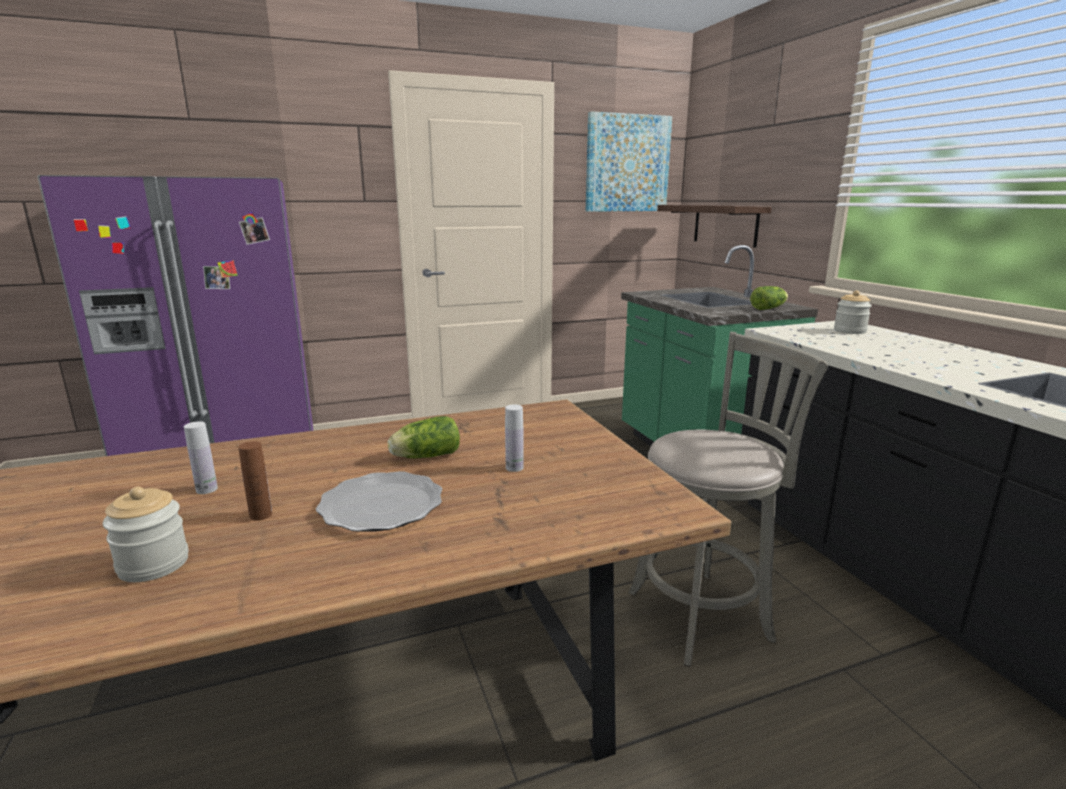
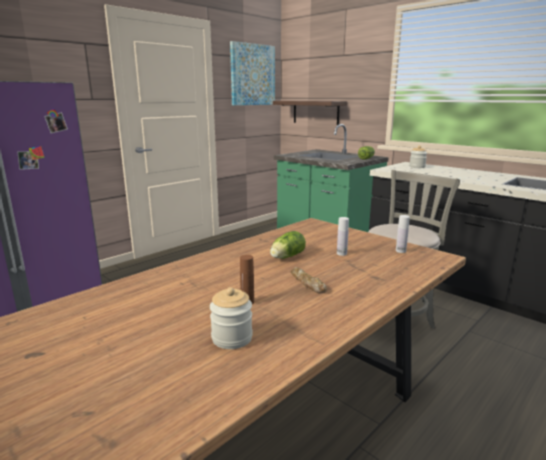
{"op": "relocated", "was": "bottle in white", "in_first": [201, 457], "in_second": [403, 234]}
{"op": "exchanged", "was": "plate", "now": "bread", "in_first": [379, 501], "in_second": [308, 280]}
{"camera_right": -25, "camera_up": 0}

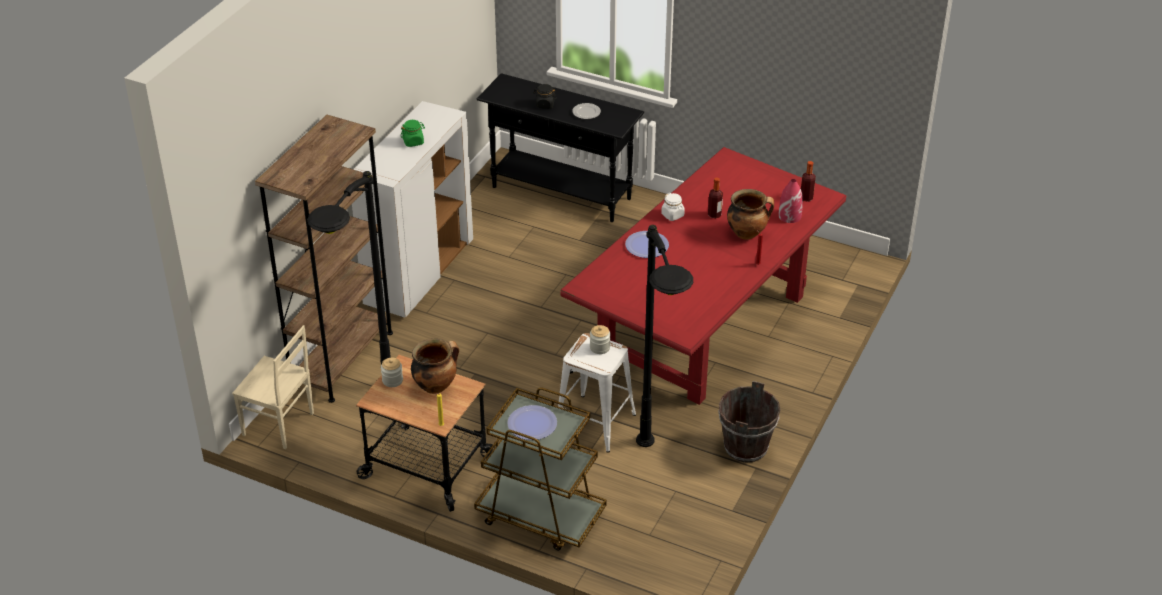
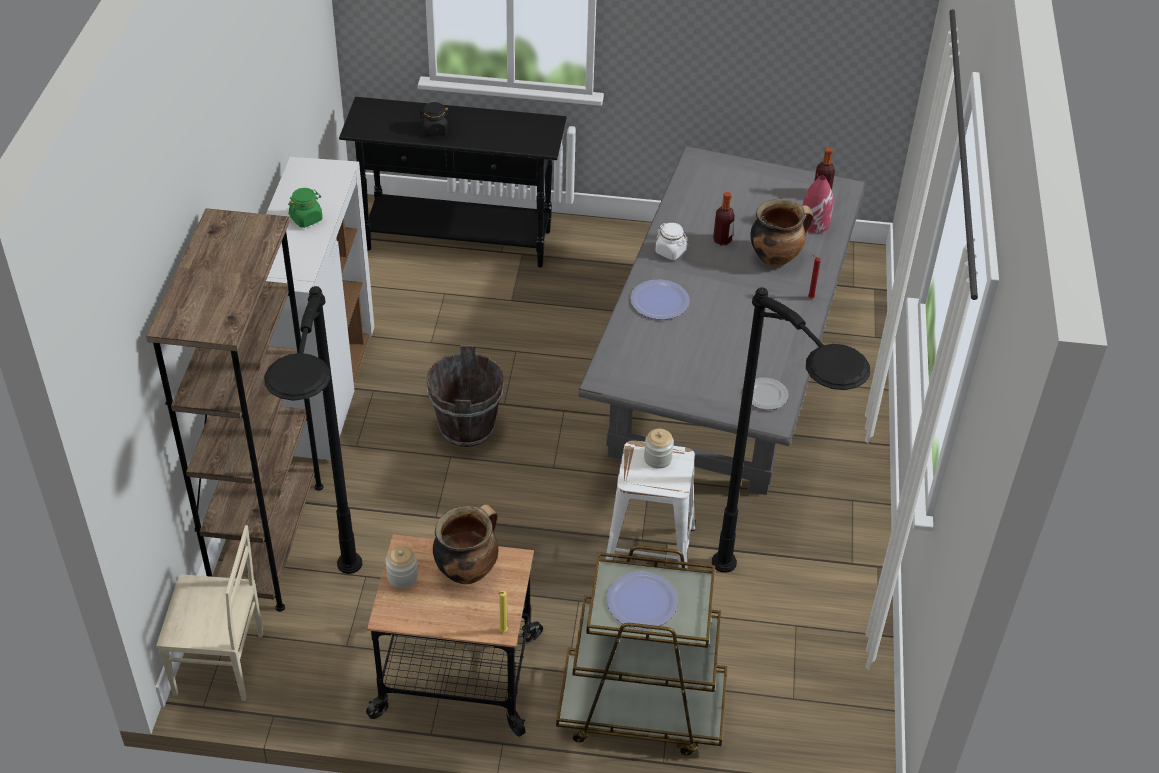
{"op": "relocated", "was": "plate", "in_first": [586, 111], "in_second": [770, 393]}
{"op": "relocated", "was": "bucket in brown", "in_first": [749, 421], "in_second": [465, 396]}
{"op": "colour", "was": "dining table in red", "now": "dining table in grey", "in_first": [703, 276], "in_second": [722, 320]}
{"camera_right": -20, "camera_up": 5}

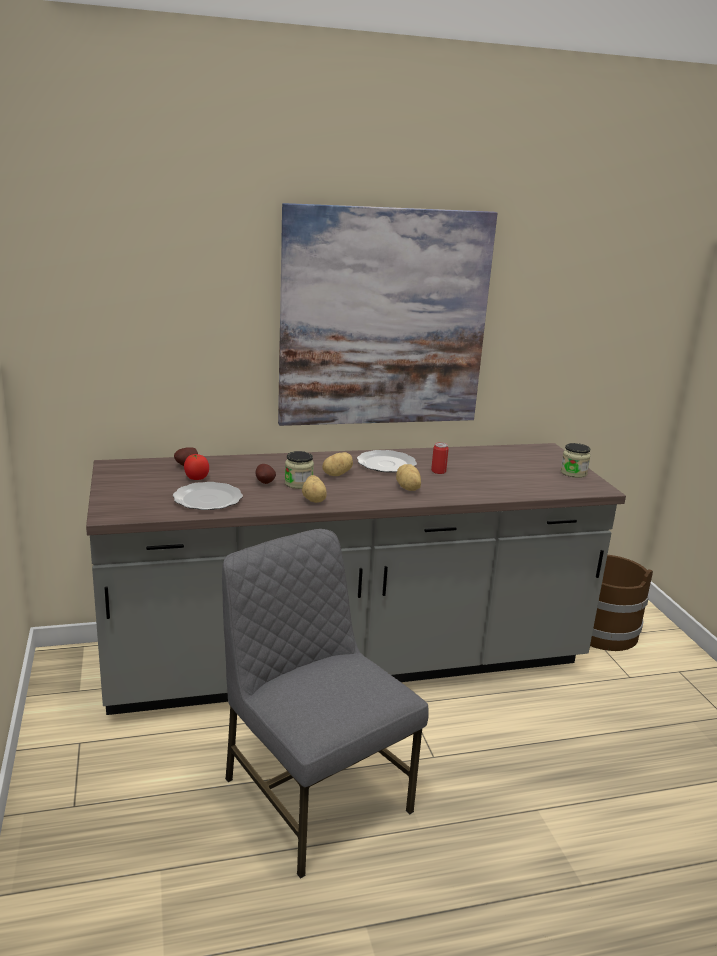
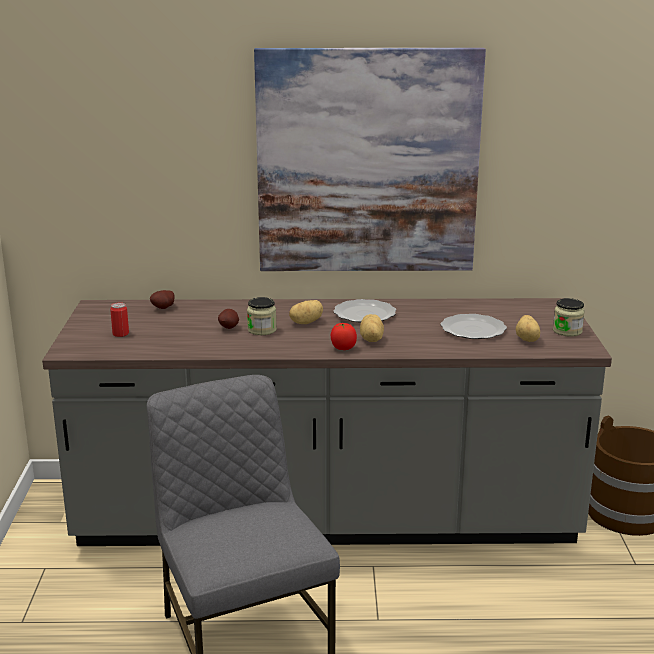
{"op": "relocated", "was": "plate", "in_first": [208, 496], "in_second": [474, 326]}
{"op": "relocated", "was": "tomato", "in_first": [196, 467], "in_second": [344, 336]}
{"op": "relocated", "was": "potato", "in_first": [314, 489], "in_second": [528, 328]}
{"op": "relocated", "was": "can", "in_first": [440, 458], "in_second": [119, 319]}
{"camera_right": 15, "camera_up": 0}

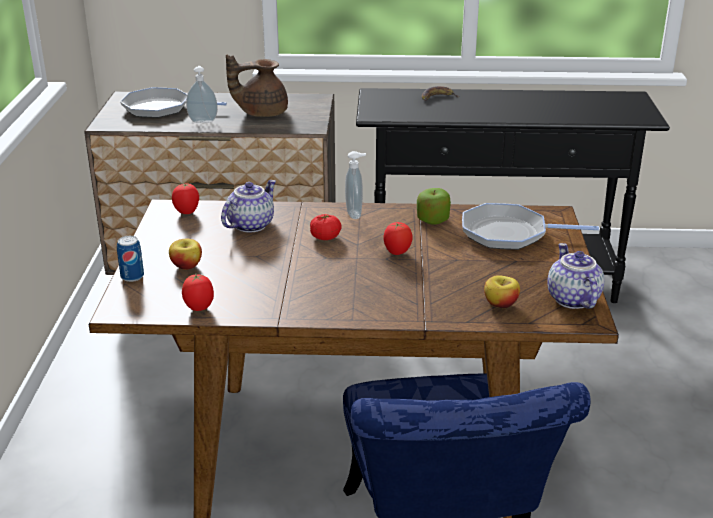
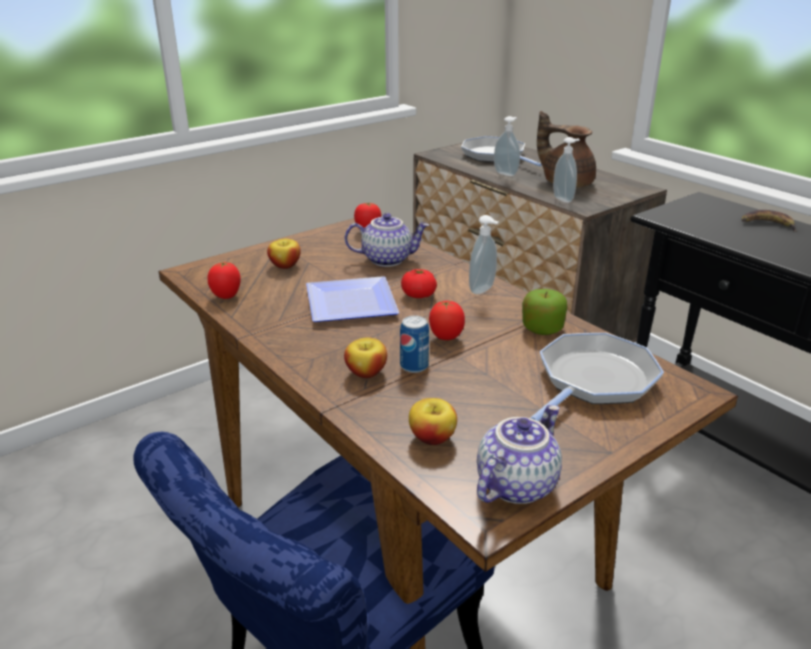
{"op": "appeared", "now": "plate", "in_second": [352, 299]}
{"op": "appeared", "now": "apple", "in_second": [365, 357]}
{"op": "appeared", "now": "soap dispenser", "in_second": [566, 170]}
{"op": "relocated", "was": "can", "in_first": [130, 259], "in_second": [414, 344]}
{"op": "spun", "was": "frying pan", "in_first": [530, 226], "in_second": [597, 377], "clockwise": 75}
{"camera_right": 50, "camera_up": 0}

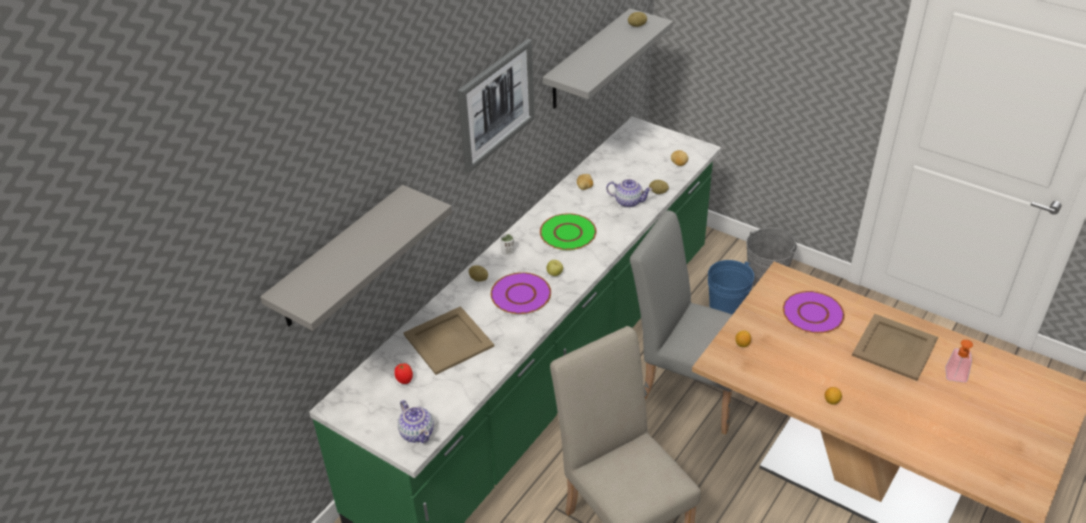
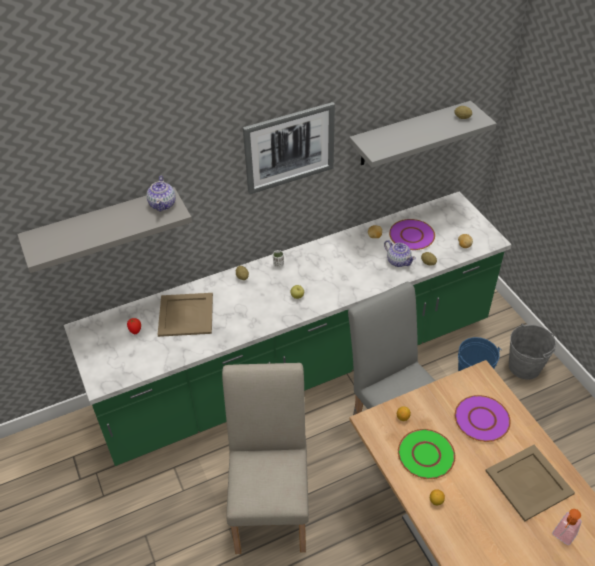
{"op": "relocated", "was": "teapot", "in_first": [416, 421], "in_second": [161, 194]}
{"op": "relocated", "was": "plate in purple", "in_first": [521, 293], "in_second": [412, 234]}
{"op": "relocated", "was": "plate in green", "in_first": [568, 231], "in_second": [426, 454]}
{"camera_right": 30, "camera_up": 5}

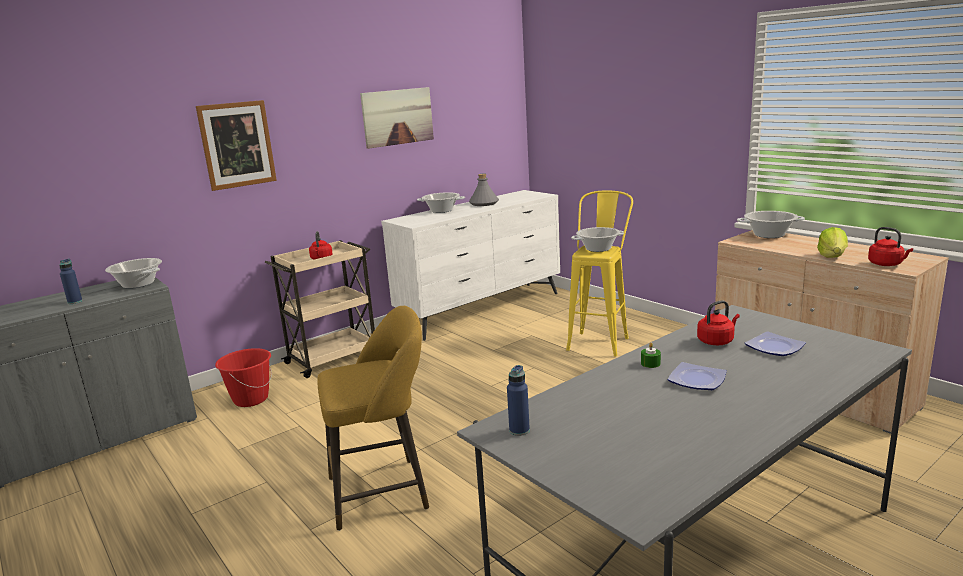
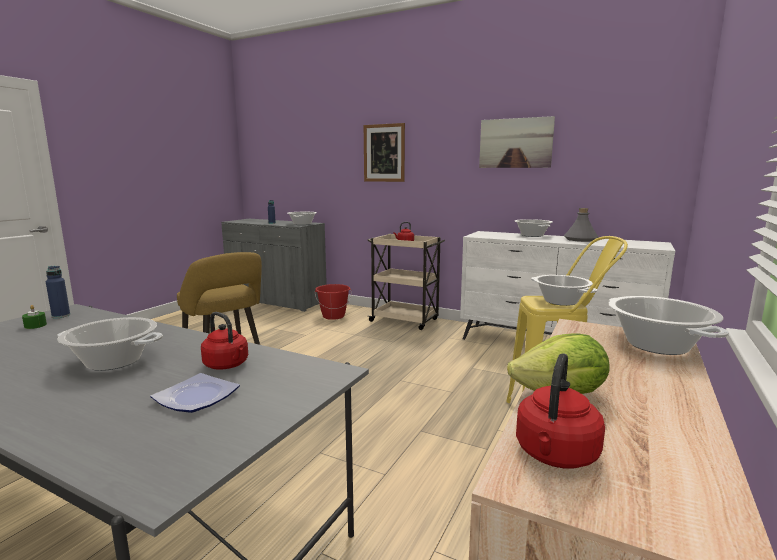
{"op": "relocated", "was": "candle in green", "in_first": [651, 355], "in_second": [34, 317]}
{"op": "exchanged", "was": "plate", "now": "cooking pot", "in_first": [697, 376], "in_second": [110, 344]}
{"camera_right": 65, "camera_up": -5}

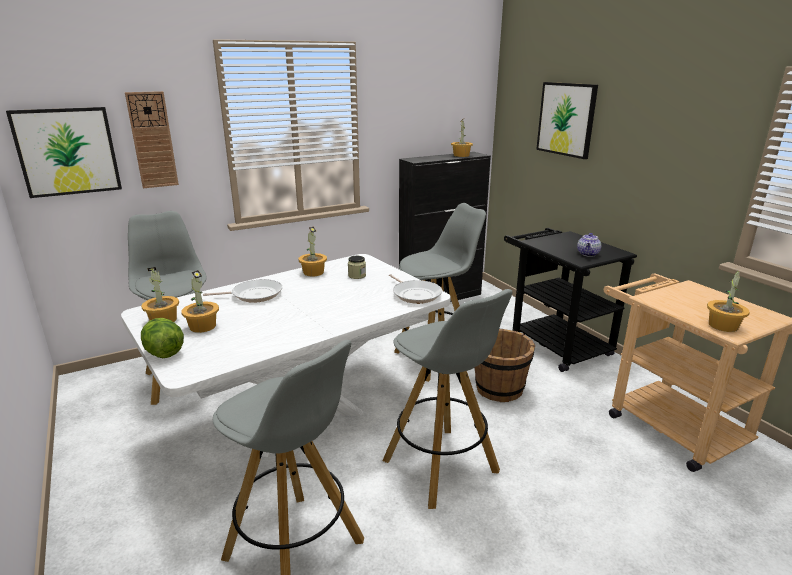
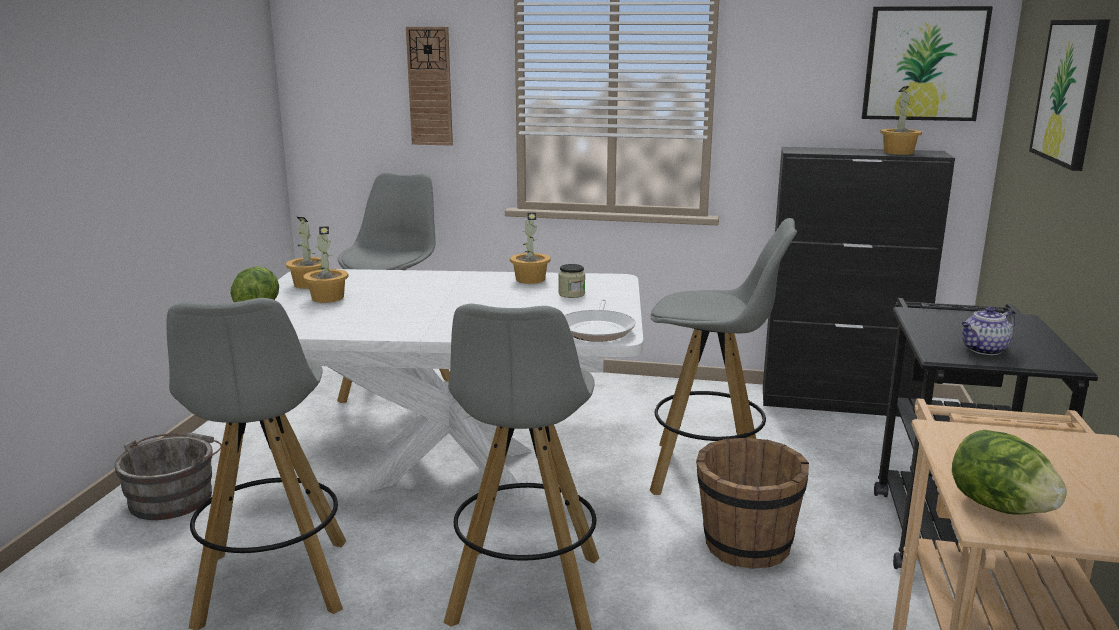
{"op": "missing", "was": "frying pan", "in_first": [242, 291]}
{"op": "appeared", "now": "bucket in grey", "in_second": [168, 476]}
{"op": "relocated", "was": "picture", "in_first": [64, 152], "in_second": [927, 63]}
{"op": "exchanged", "was": "potted plant", "now": "lettuce", "in_first": [728, 301], "in_second": [1009, 472]}
{"camera_right": 40, "camera_up": -5}

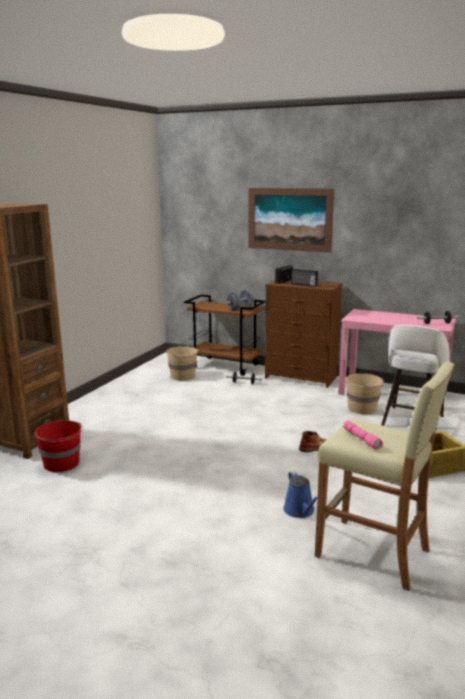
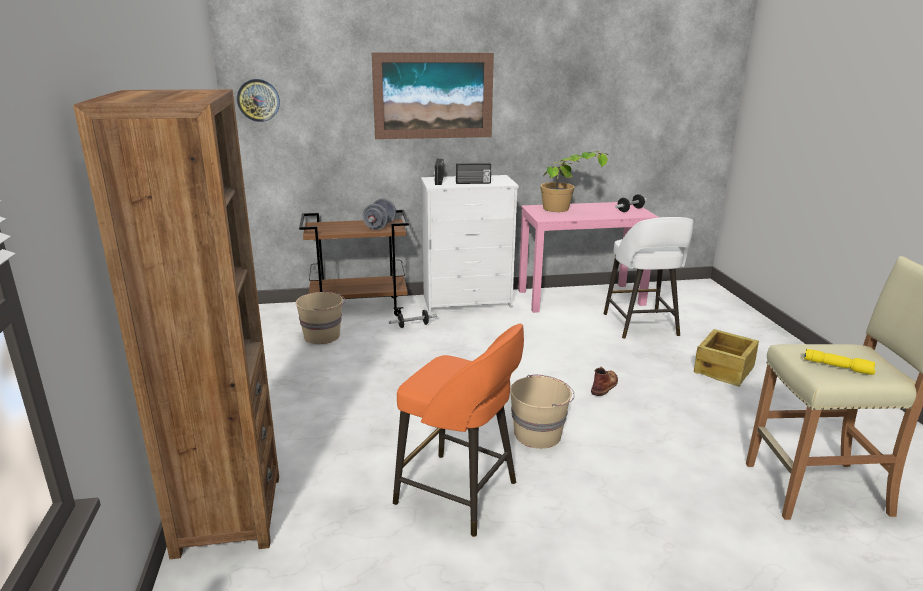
{"op": "missing", "was": "bucket in red", "in_first": [59, 446]}
{"op": "missing", "was": "watering can in blue", "in_first": [300, 494]}
{"op": "appeared", "now": "wall clock", "in_second": [258, 100]}
{"op": "appeared", "now": "stool in orange", "in_second": [458, 430]}
{"op": "appeared", "now": "potted plant", "in_second": [574, 181]}
{"op": "relocated", "was": "bucket in beige", "in_first": [365, 393], "in_second": [542, 412]}
{"op": "colour", "was": "dresser in brown", "now": "dresser in white", "in_first": [304, 334], "in_second": [470, 244]}
{"op": "colour", "was": "flashlight in pink", "now": "flashlight in yellow", "in_first": [363, 435], "in_second": [839, 362]}
{"camera_right": -35, "camera_up": 5}

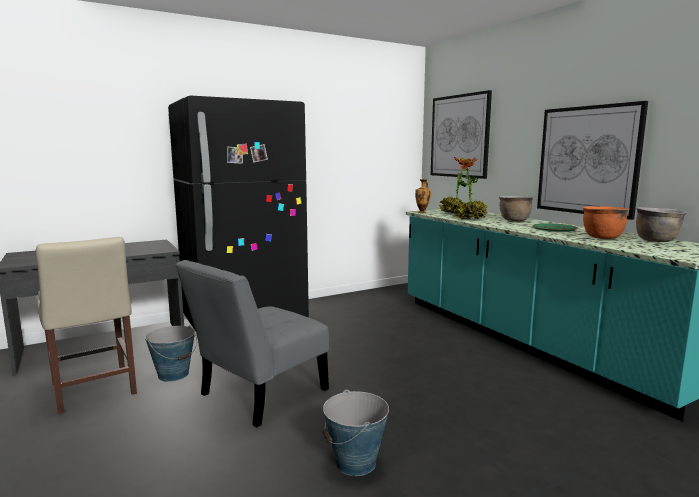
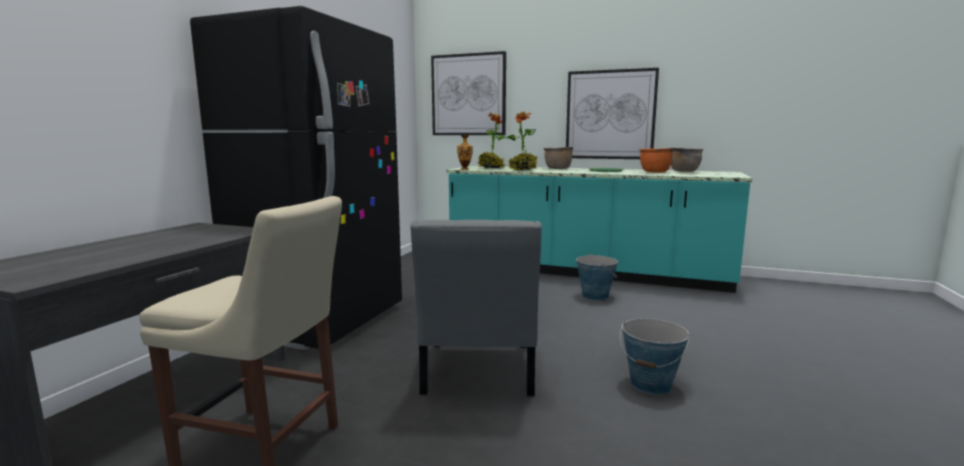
{"op": "relocated", "was": "bucket", "in_first": [171, 353], "in_second": [597, 277]}
{"camera_right": -40, "camera_up": 0}

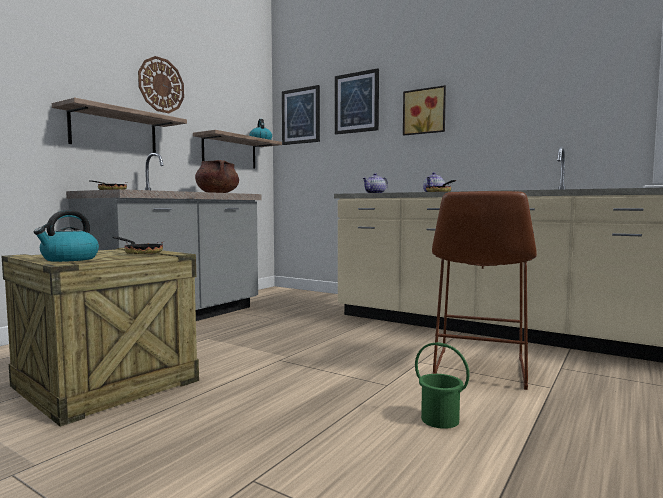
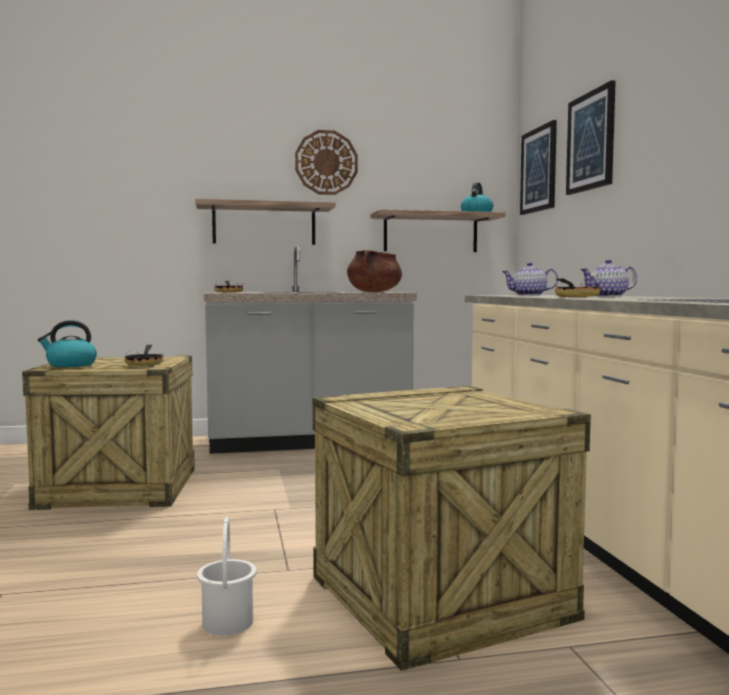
{"op": "missing", "was": "picture", "in_first": [424, 110]}
{"op": "exchanged", "was": "stool in brown", "now": "crate", "in_first": [484, 290], "in_second": [451, 528]}
{"op": "colour", "was": "bucket in green", "now": "bucket in white", "in_first": [442, 385], "in_second": [227, 576]}
{"camera_right": 45, "camera_up": 0}

